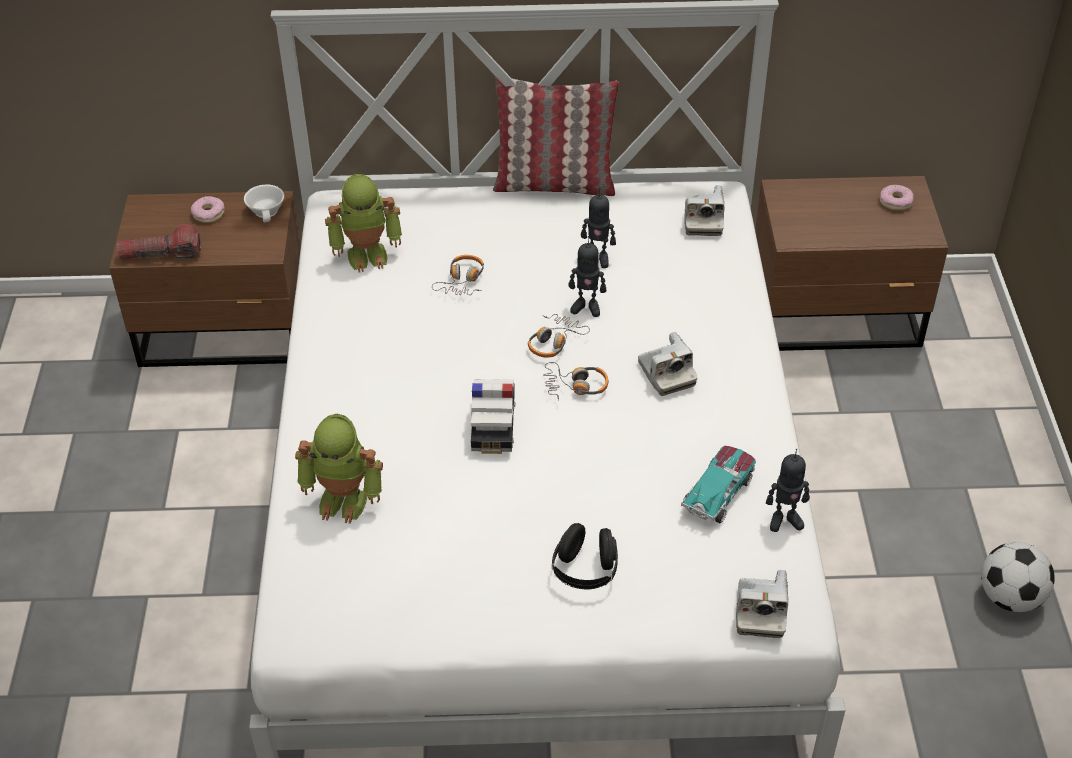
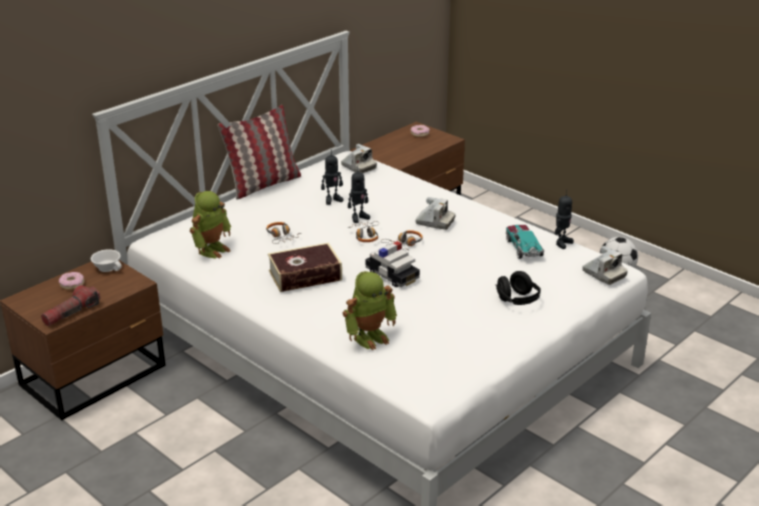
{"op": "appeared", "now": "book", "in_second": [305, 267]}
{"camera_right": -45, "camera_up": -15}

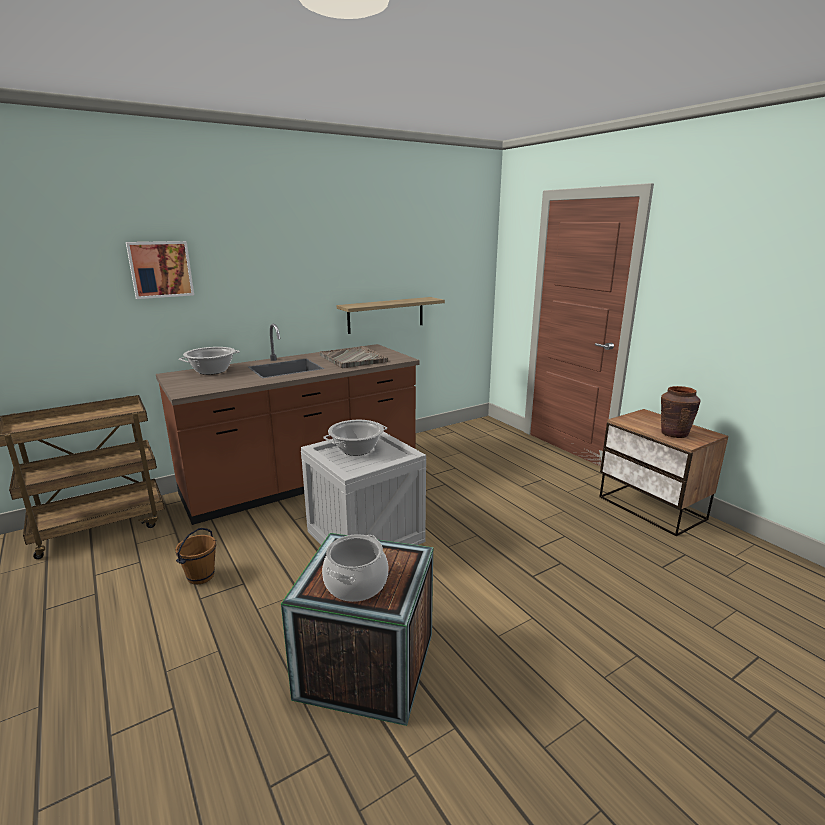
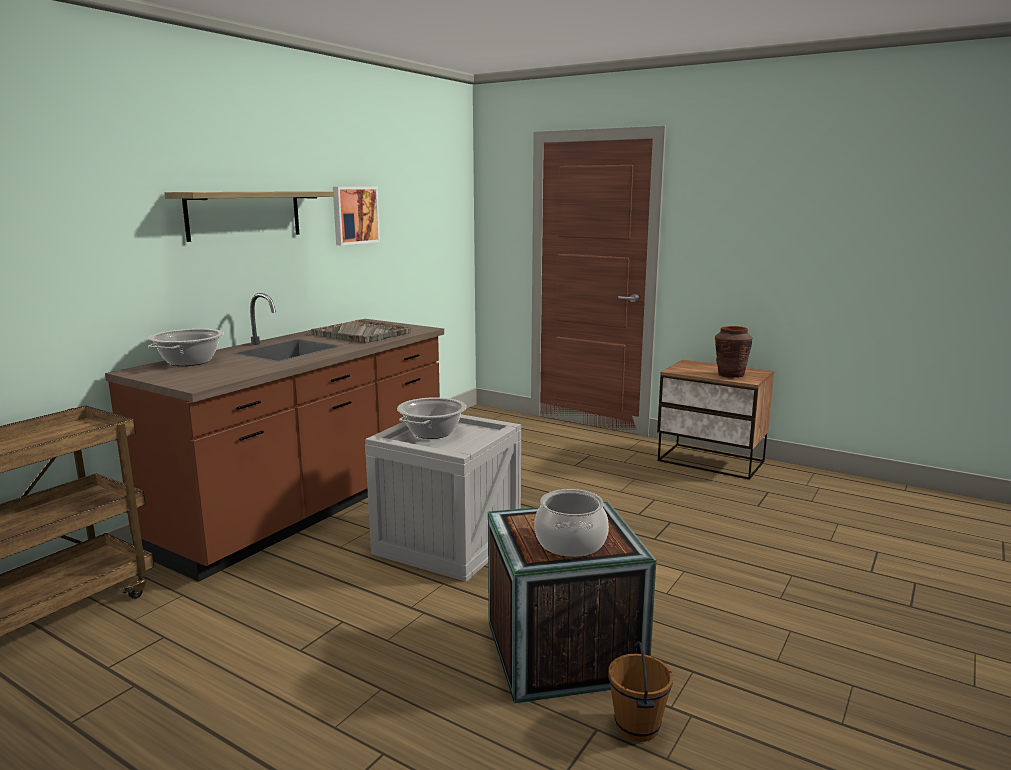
{"op": "relocated", "was": "picture", "in_first": [160, 270], "in_second": [356, 216]}
{"op": "relocated", "was": "bucket in brown", "in_first": [195, 556], "in_second": [640, 692]}
{"op": "relocated", "was": "shelf", "in_first": [391, 315], "in_second": [249, 216]}
{"camera_right": -25, "camera_up": -5}

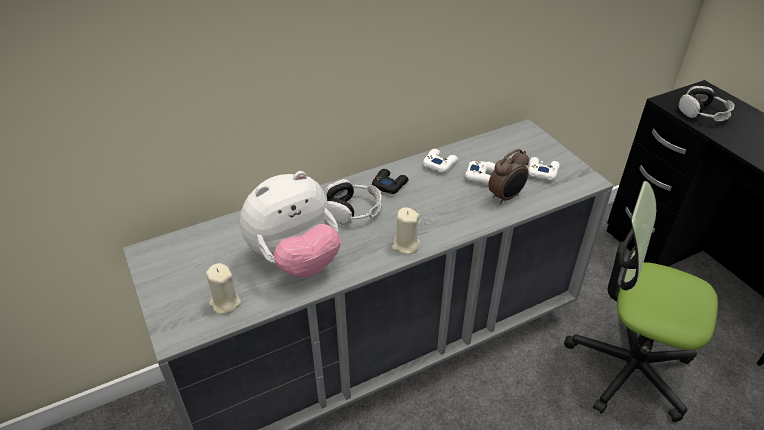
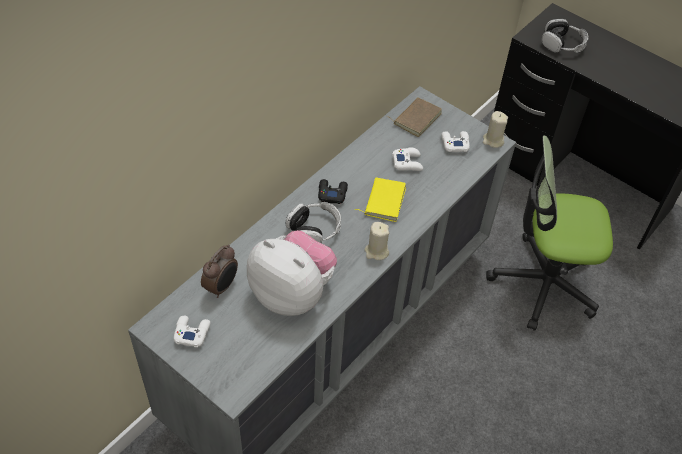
{"op": "appeared", "now": "book in yellow", "in_second": [380, 199]}
{"op": "appeared", "now": "book in brown", "in_second": [414, 117]}
{"op": "relocated", "was": "candle in beige", "in_first": [223, 289], "in_second": [495, 129]}
{"op": "relocated", "was": "game controller in white", "in_first": [440, 160], "in_second": [192, 332]}
{"op": "relocated", "was": "alarm clock", "in_first": [508, 177], "in_second": [219, 271]}
{"op": "spun", "was": "plush toy", "in_first": [290, 224], "in_second": [292, 273], "clockwise": -90}
{"camera_right": -25, "camera_up": 10}

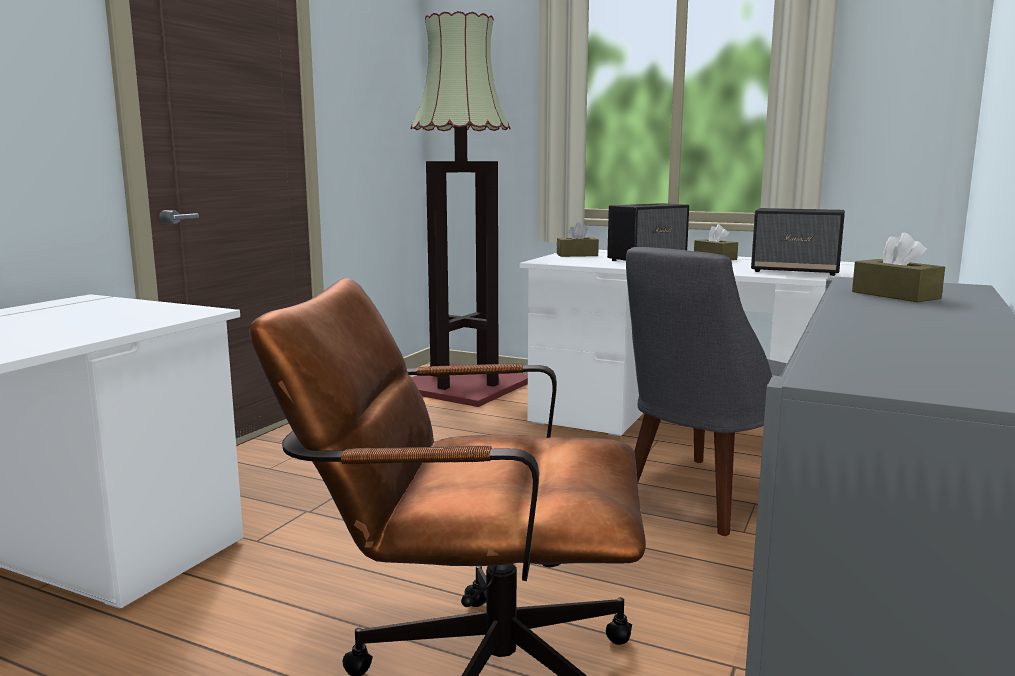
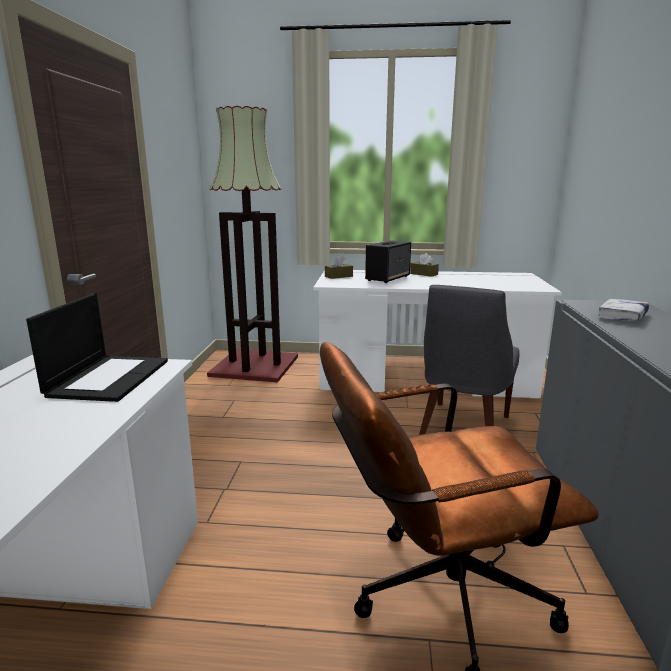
{"op": "missing", "was": "speaker", "in_first": [798, 242]}
{"op": "appeared", "now": "laptop", "in_second": [97, 347]}
{"op": "exchanged", "was": "tissue box in brown", "now": "book in white", "in_first": [898, 267], "in_second": [623, 310]}
{"camera_right": -20, "camera_up": 5}

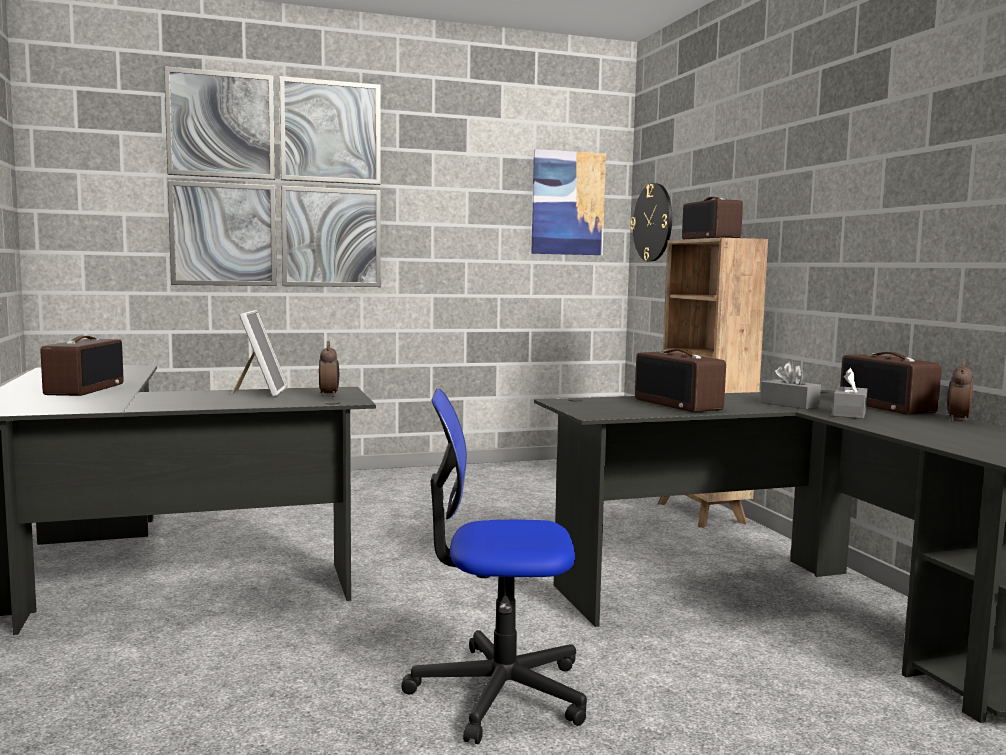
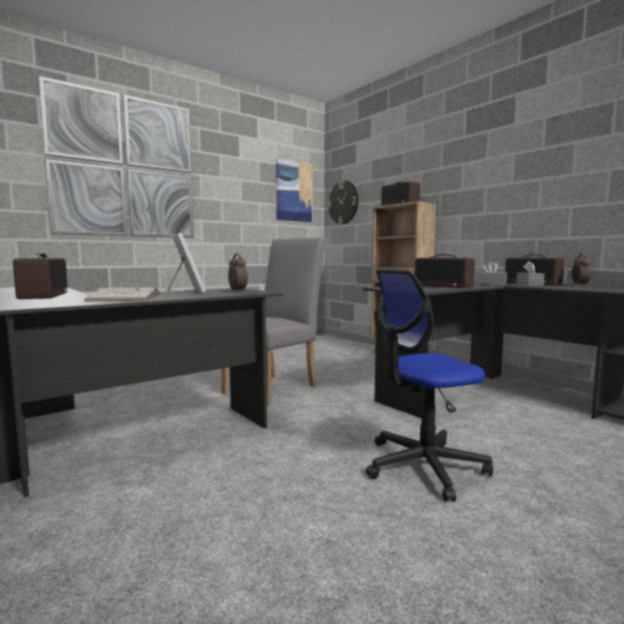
{"op": "appeared", "now": "book in white", "in_second": [122, 294]}
{"op": "appeared", "now": "chair in grey", "in_second": [273, 322]}
{"camera_right": -20, "camera_up": 0}

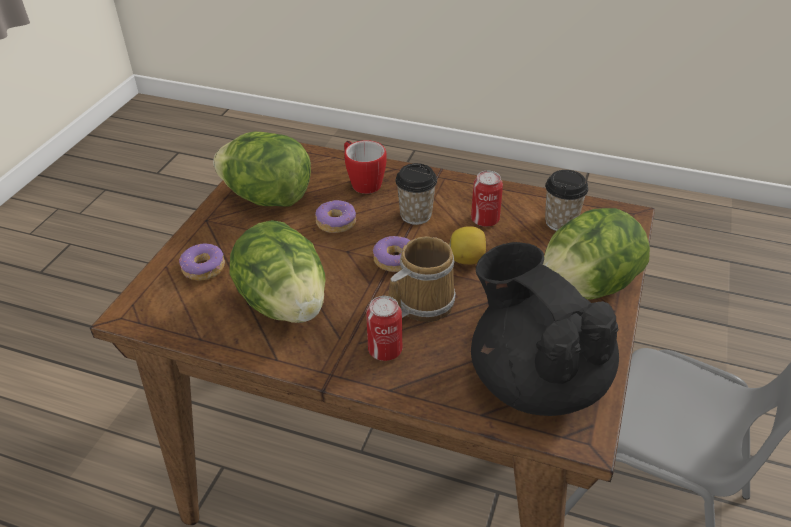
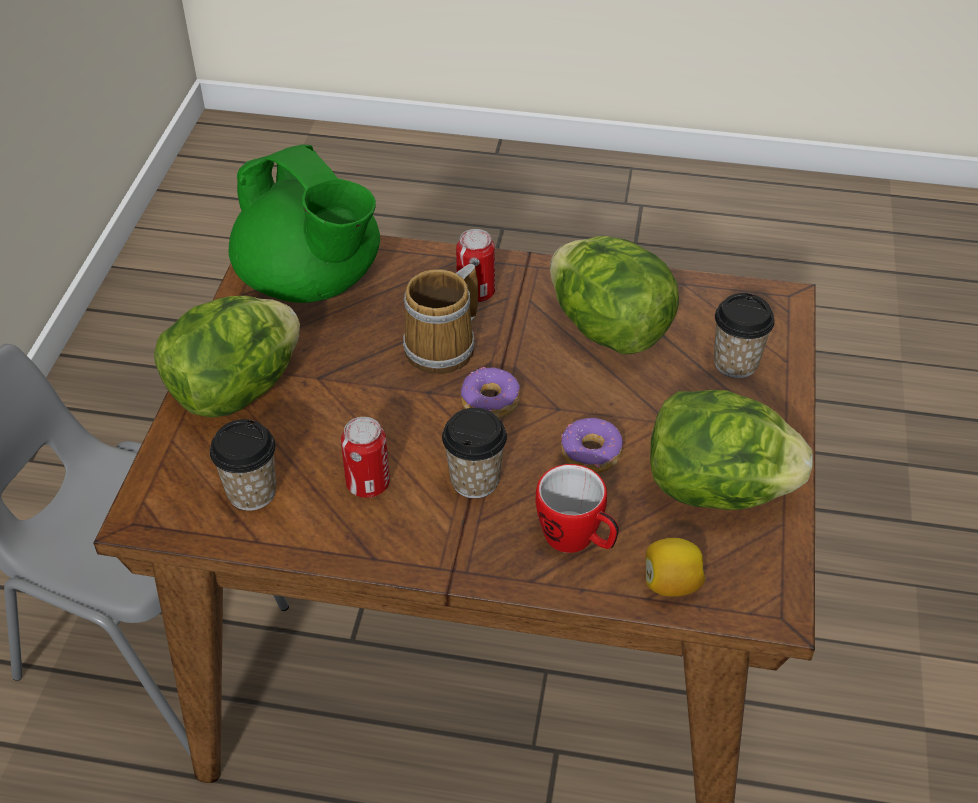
{"op": "relocated", "was": "lemon", "in_first": [467, 245], "in_second": [675, 567]}
{"op": "exchanged", "was": "donut", "now": "cup", "in_first": [202, 262], "in_second": [744, 335]}
{"op": "colour", "was": "teapot in black", "now": "teapot in green", "in_first": [545, 329], "in_second": [304, 223]}
{"camera_right": 170, "camera_up": 5}

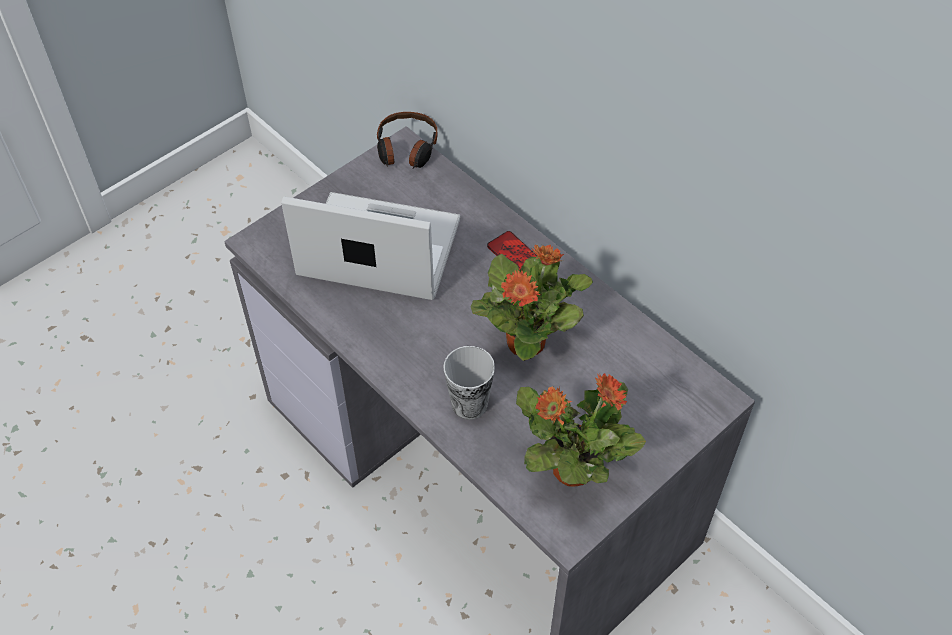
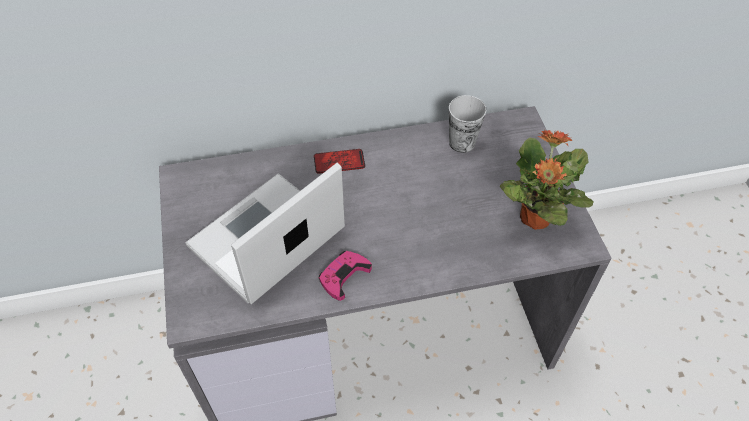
{"op": "missing", "was": "headphones", "in_first": [407, 140]}
{"op": "missing", "was": "potted plant", "in_first": [532, 303]}
{"op": "appeared", "now": "game controller in pink", "in_second": [345, 276]}
{"op": "relocated", "was": "cup", "in_first": [469, 383], "in_second": [467, 124]}
{"camera_right": -60, "camera_up": 0}

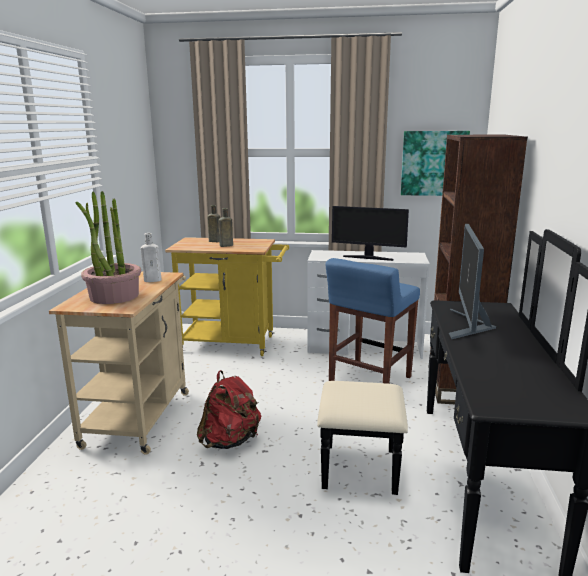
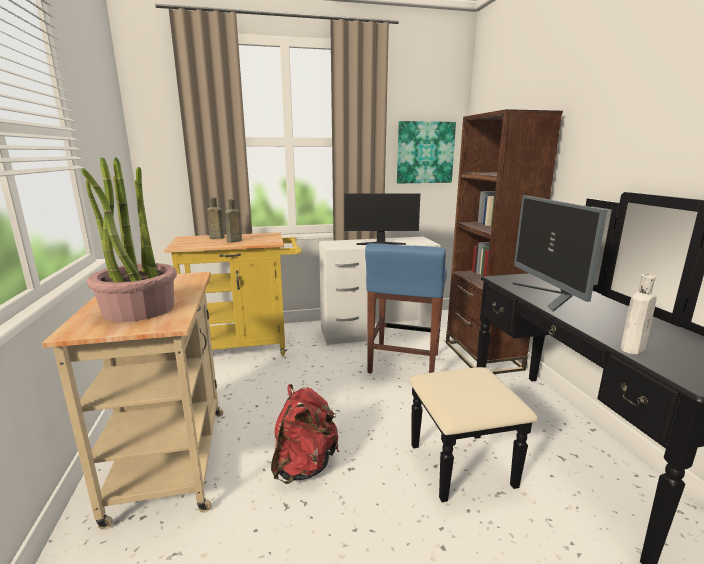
{"op": "relocated", "was": "bottle in white", "in_first": [151, 257], "in_second": [639, 314]}
{"camera_right": -20, "camera_up": 0}

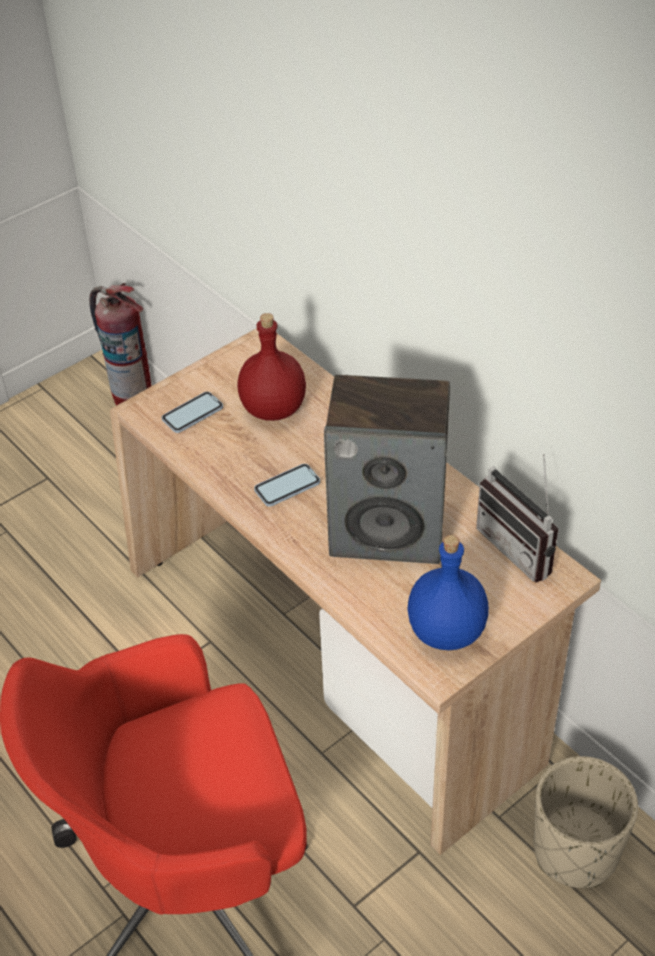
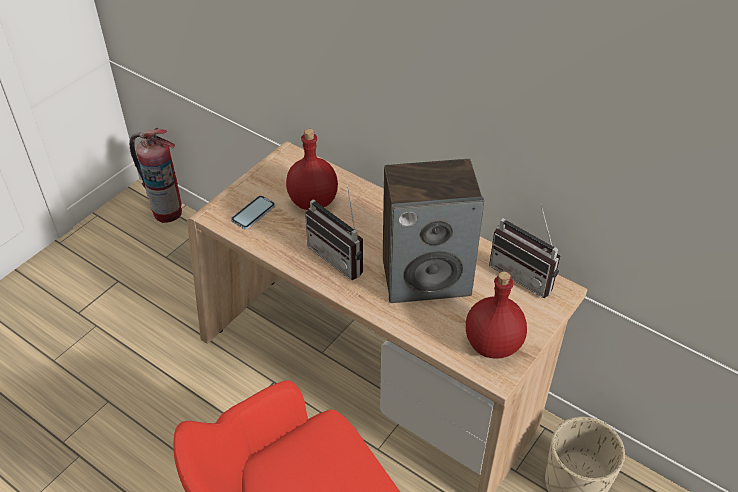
{"op": "exchanged", "was": "phone", "now": "radio", "in_first": [287, 485], "in_second": [334, 233]}
{"op": "colour", "was": "bottle in blue", "now": "bottle in red", "in_first": [448, 592], "in_second": [496, 315]}
{"camera_right": -15, "camera_up": 0}

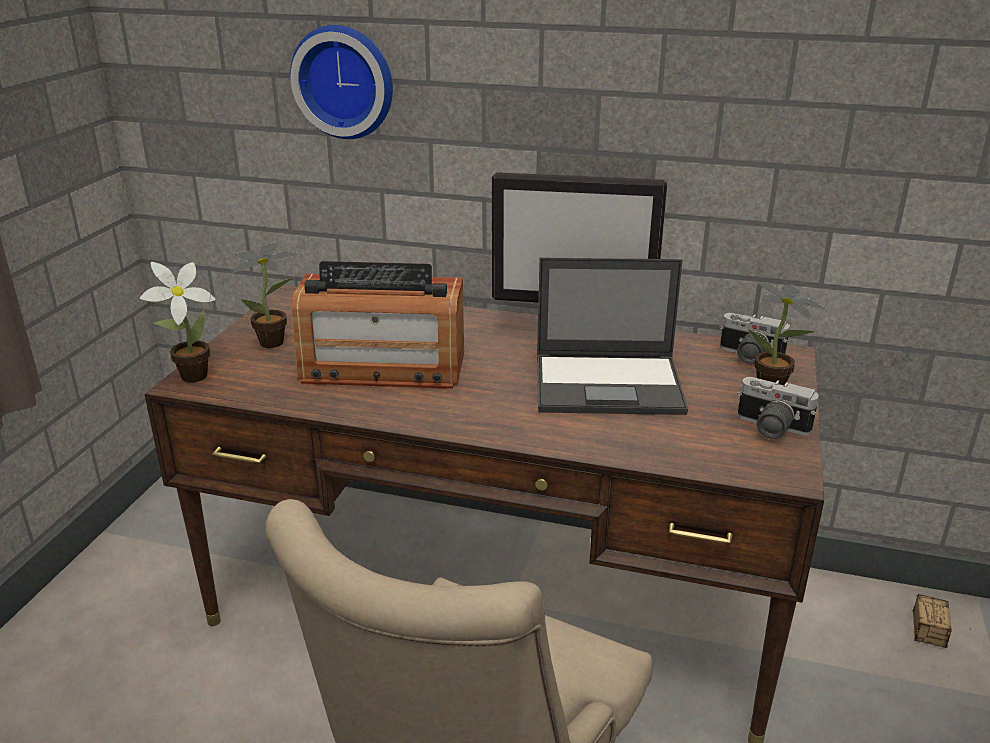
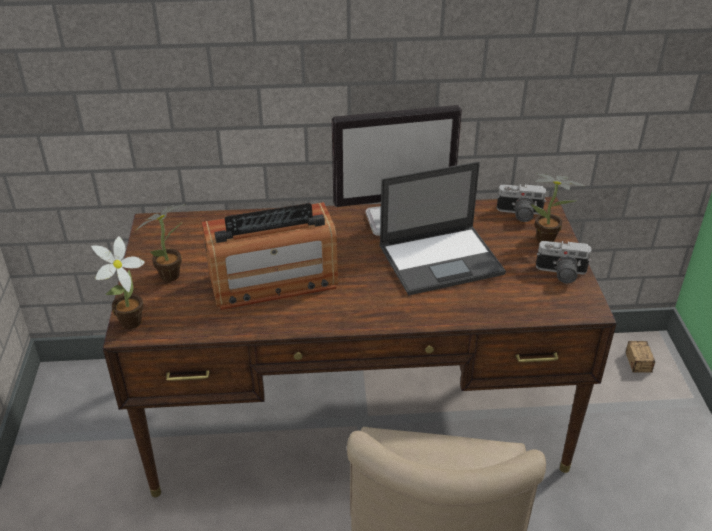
{"op": "missing", "was": "wall clock", "in_first": [341, 82]}
{"camera_right": -20, "camera_up": 10}

